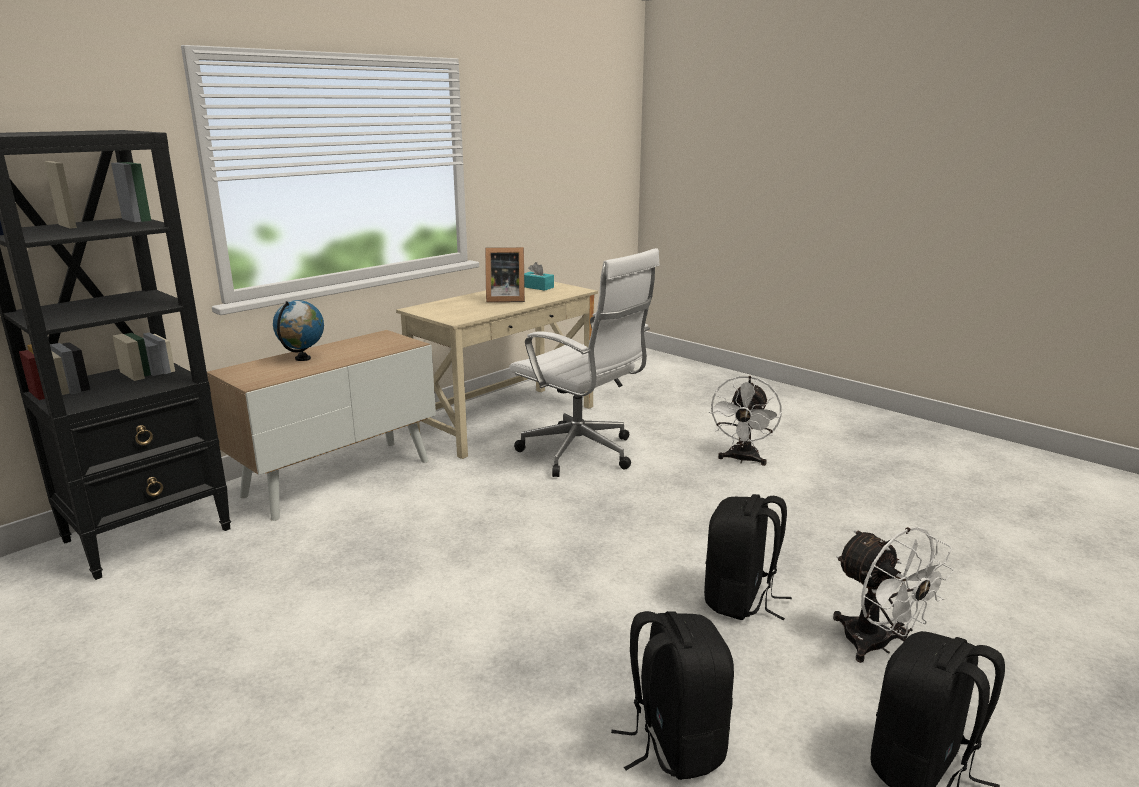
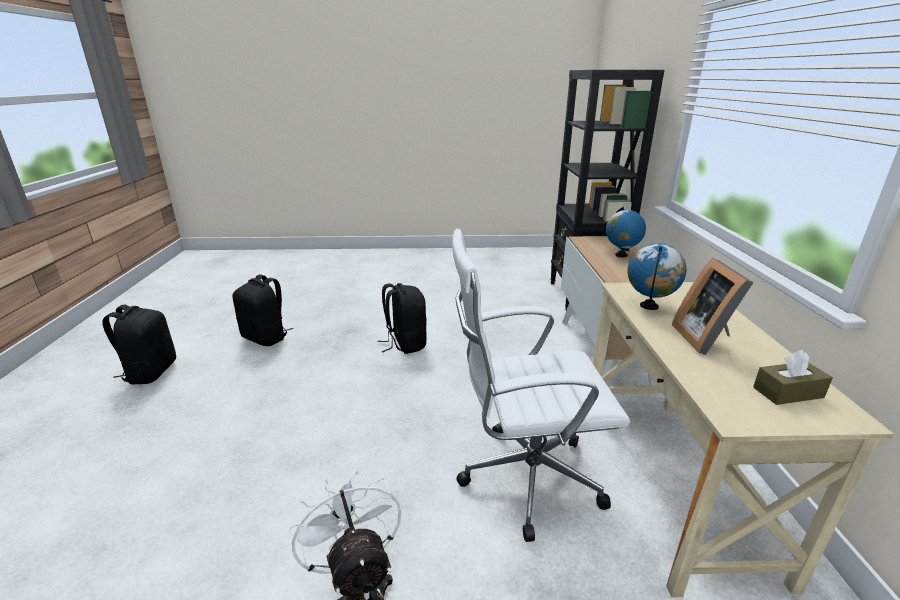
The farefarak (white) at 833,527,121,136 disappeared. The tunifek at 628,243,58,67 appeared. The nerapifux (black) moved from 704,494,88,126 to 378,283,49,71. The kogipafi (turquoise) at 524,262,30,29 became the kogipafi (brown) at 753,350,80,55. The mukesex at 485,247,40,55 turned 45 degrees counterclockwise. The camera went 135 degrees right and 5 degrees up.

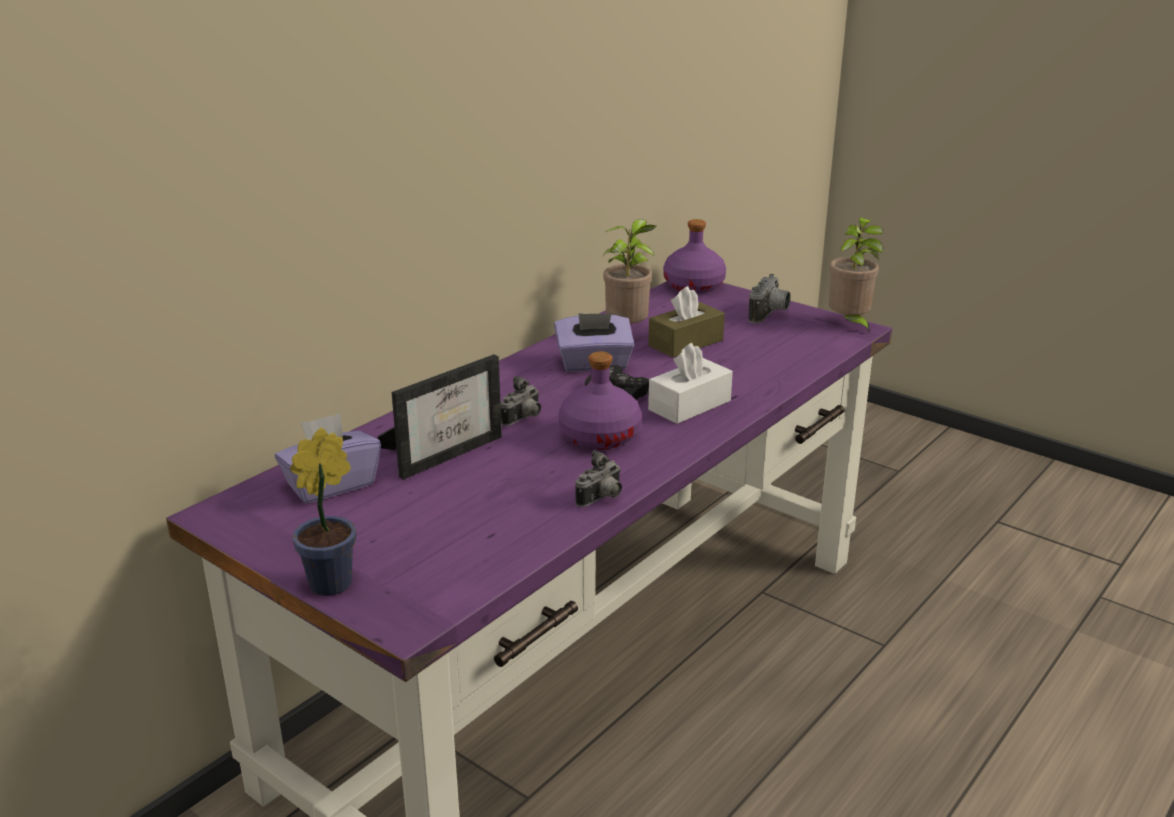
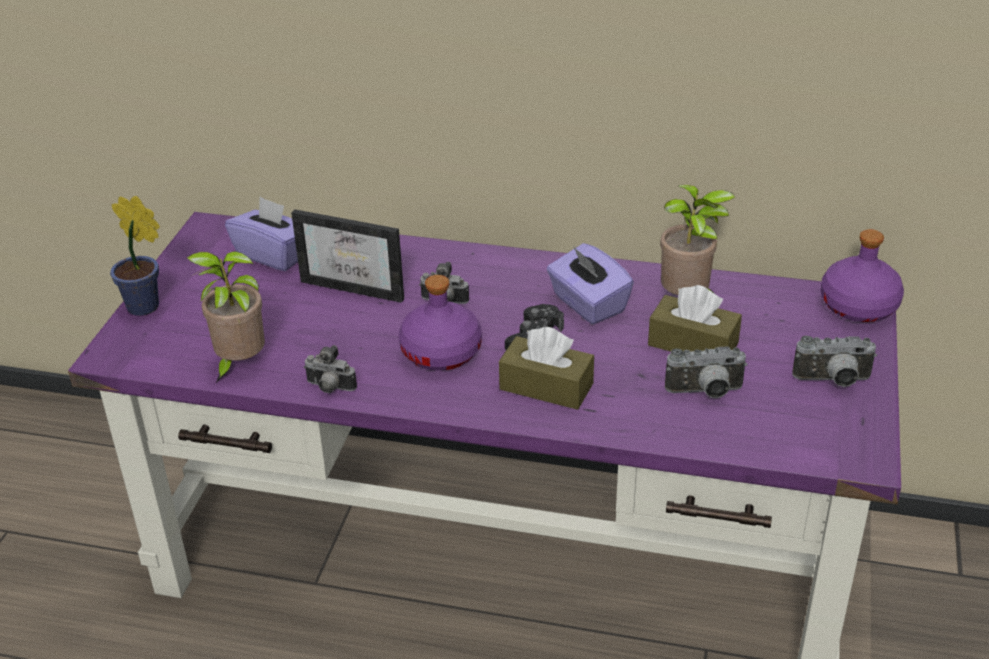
The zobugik at 665,346,82,52 appeared. The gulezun moved from 829,218,54,114 to 186,251,79,132. The kogipafi (white) at 648,343,85,81 became the kogipafi (brown) at 499,327,95,83. The camera went 65 degrees right and 10 degrees up.

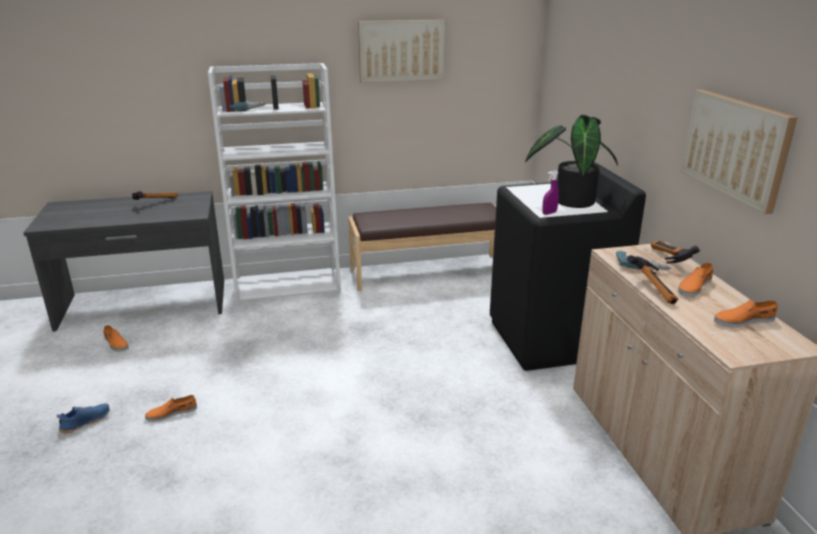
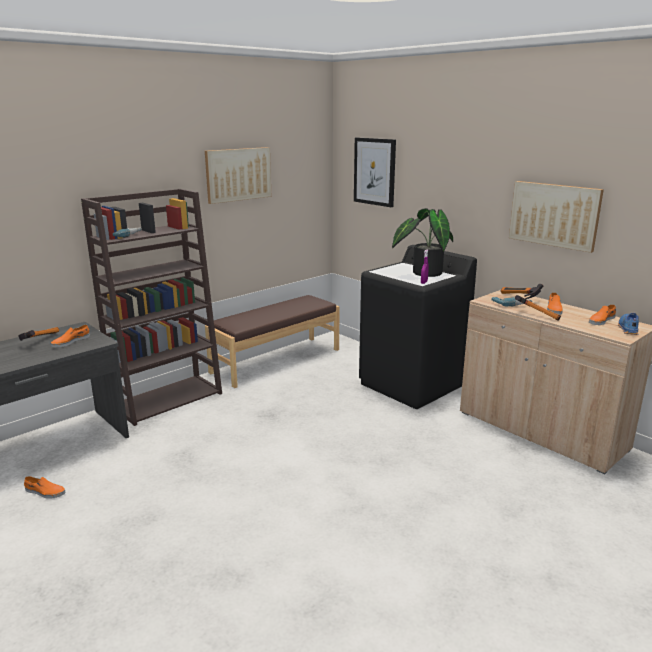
The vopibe at 354,138,42,69 appeared. The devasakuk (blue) moved from 57,404,53,29 to 618,312,21,23. The devasakuk (orange) moved from 145,395,52,27 to 51,325,39,22. The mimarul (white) at 208,63,133,241 became the mimarul (brown) at 81,189,141,237. The camera went 30 degrees left and 5 degrees down.

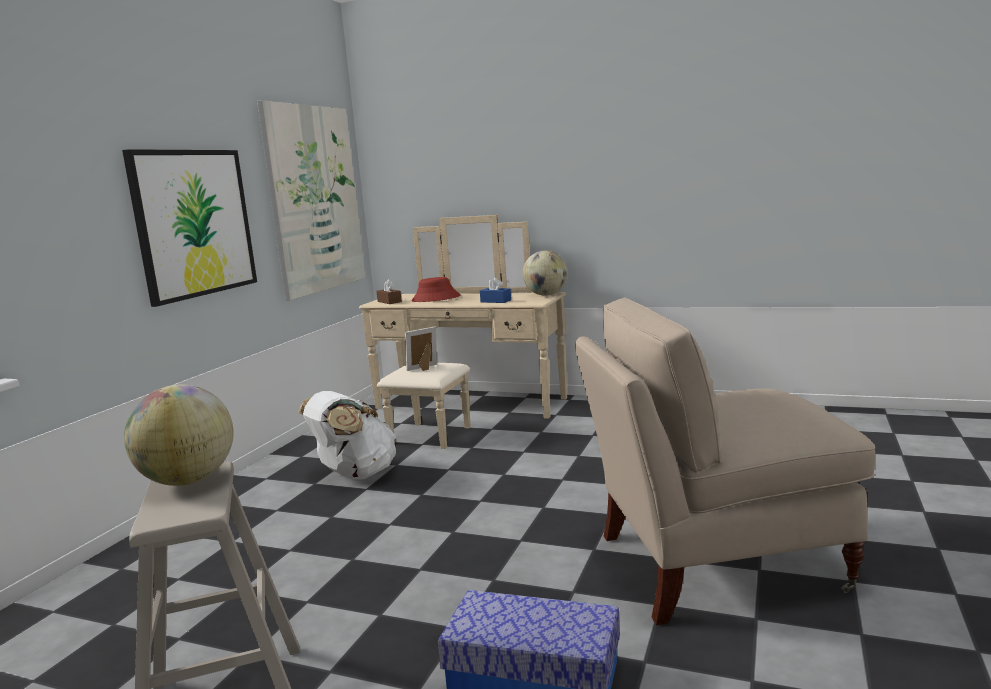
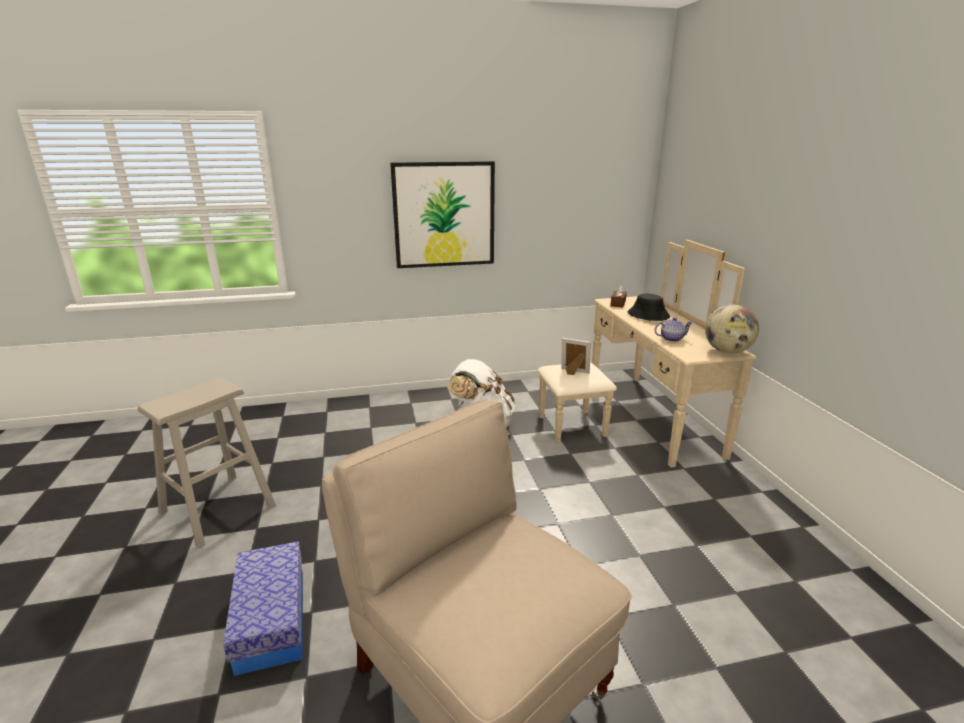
The tunifek at 124,385,110,101 disappeared. The vopibe at 257,100,109,200 disappeared. The kogipafi (blue) at 480,278,31,25 was replaced by the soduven at 655,317,38,25. The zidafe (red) at 411,277,50,25 became the zidafe (black) at 628,294,42,27. The camera went 55 degrees right and 10 degrees up.

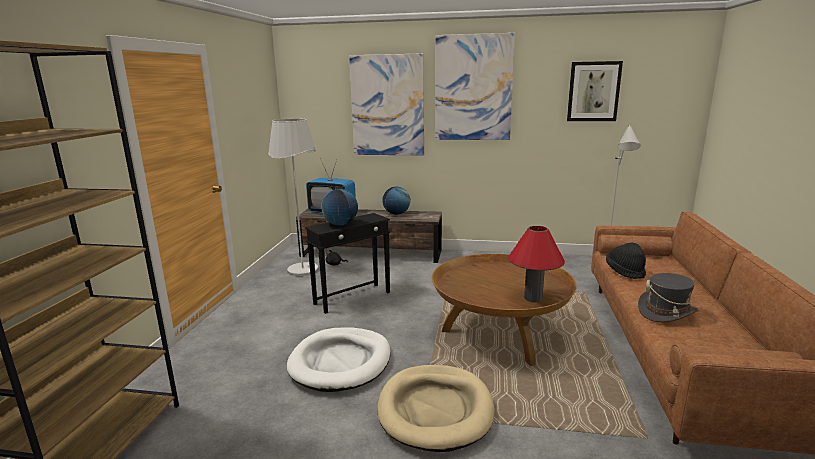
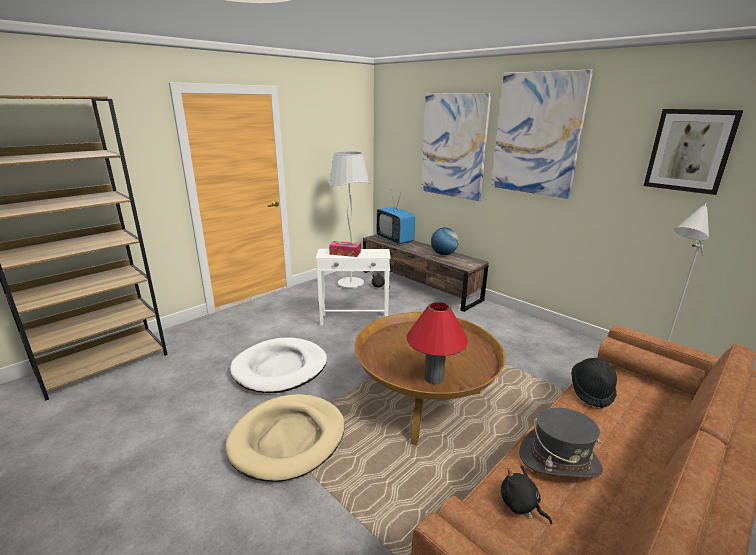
The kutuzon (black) at 501,466,51,58 appeared. The tunifek at 321,189,37,36 was replaced by the kogipafi at 329,241,32,16. The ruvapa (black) at 305,213,85,101 became the ruvapa (white) at 316,249,74,76. The camera went 35 degrees right and 5 degrees up.

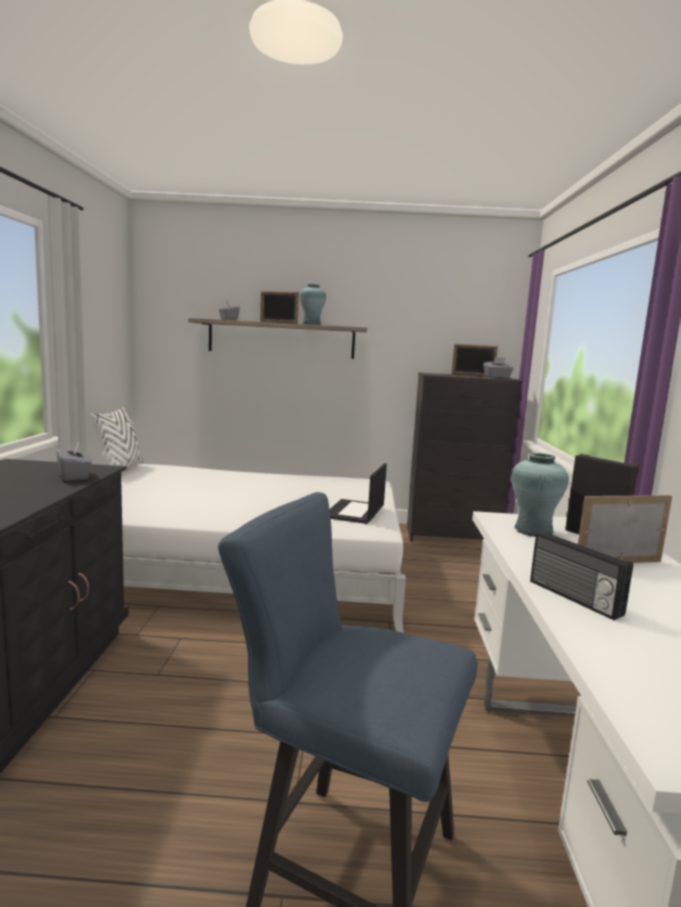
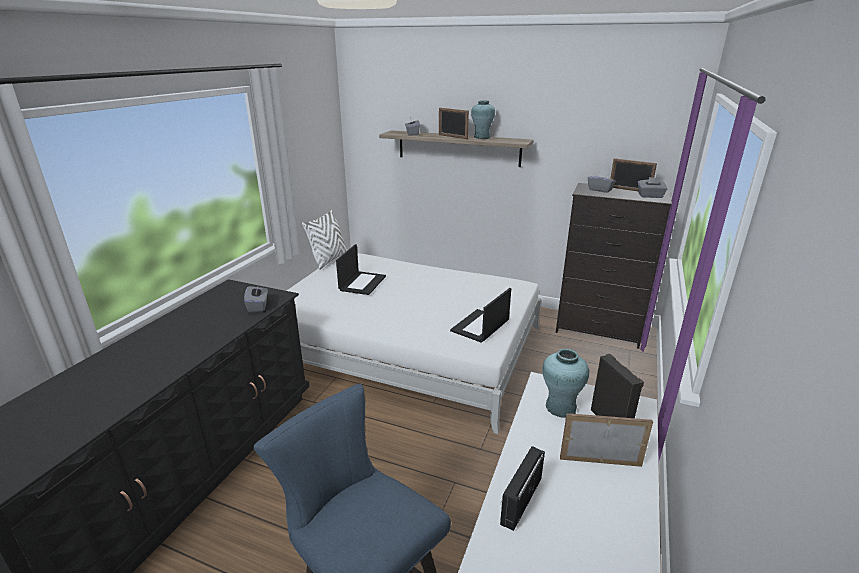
The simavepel at 336,244,50,51 appeared. The kogipafi (grey) at 588,170,28,23 appeared. The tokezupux at 530,532,103,88 turned 45 degrees clockwise. The camera went 20 degrees right and 15 degrees up.

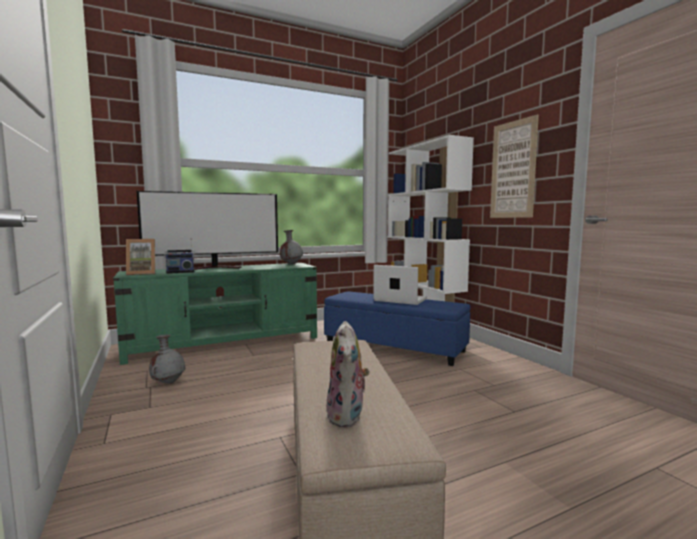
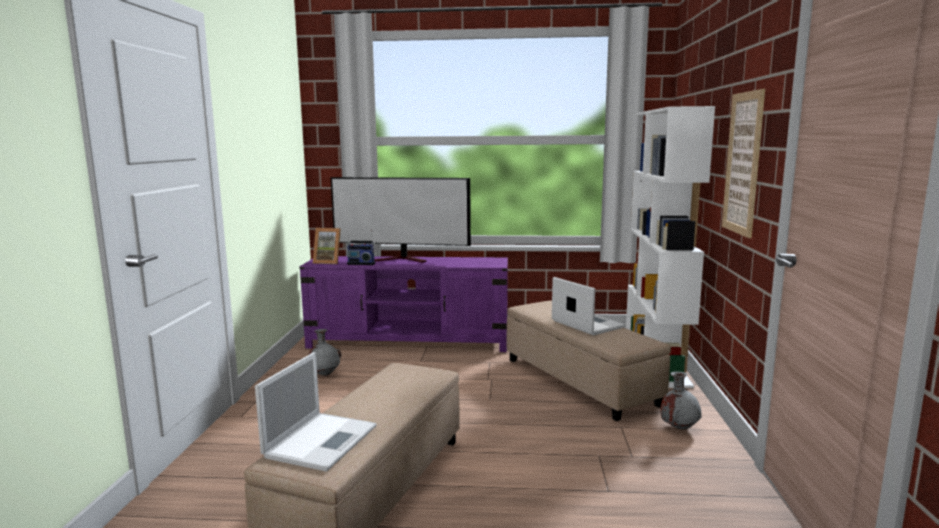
The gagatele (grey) moved from 280,230,23,34 to 660,372,42,58. The kutuzon at 326,321,44,106 was replaced by the simavepel at 255,352,122,120. The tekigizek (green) at 113,263,204,102 became the tekigizek (purple) at 299,256,209,96. The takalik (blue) at 324,291,146,75 became the takalik (beige) at 507,301,164,120. The camera went 30 degrees right and 5 degrees up.

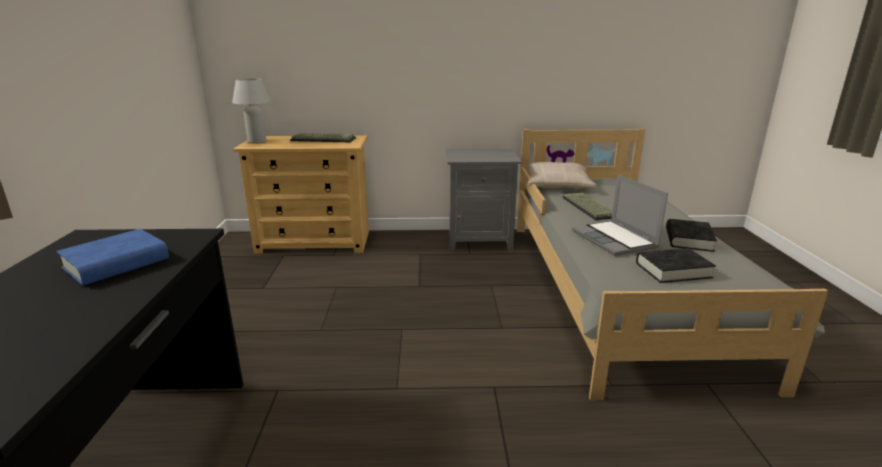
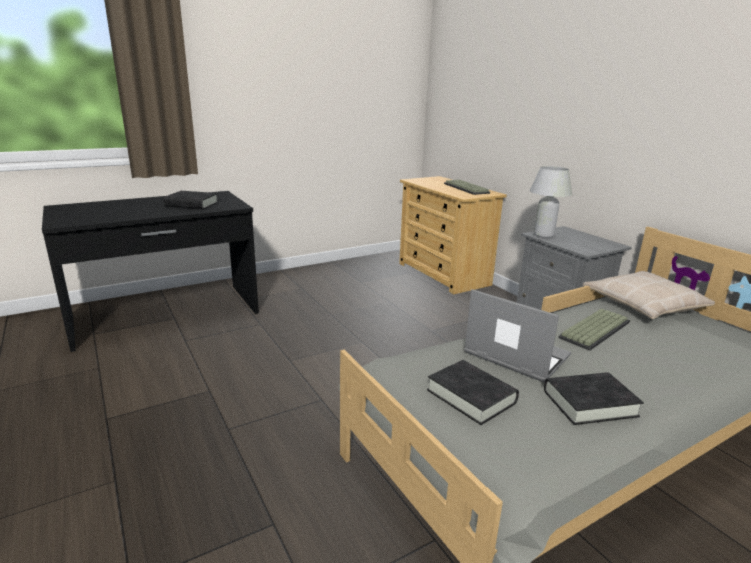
The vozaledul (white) moved from 232,78,39,66 to 530,166,42,72. The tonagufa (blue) at 57,229,112,57 became the tonagufa (black) at 164,191,54,18. The simavepel at 572,175,96,81 turned 90 degrees clockwise. The camera went 60 degrees right and 0 degrees up.

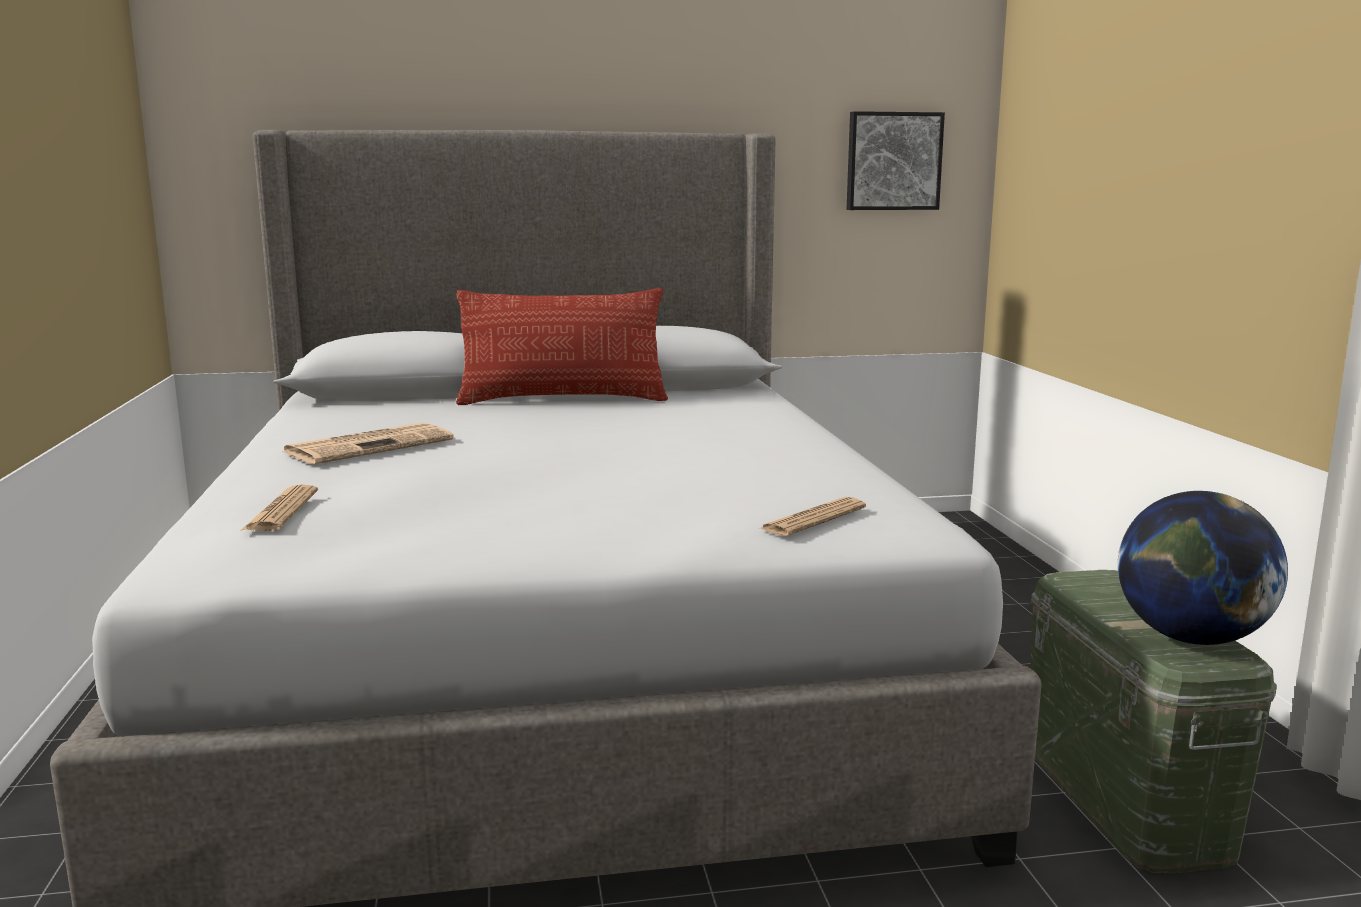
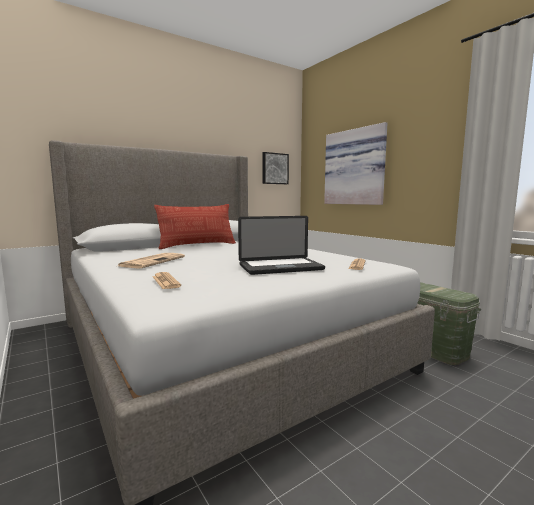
The tunifek at 1118,491,170,154 disappeared. The simavepel at 238,216,87,59 appeared. The vopibe at 324,122,63,83 appeared. The camera went 25 degrees left and 5 degrees down.

